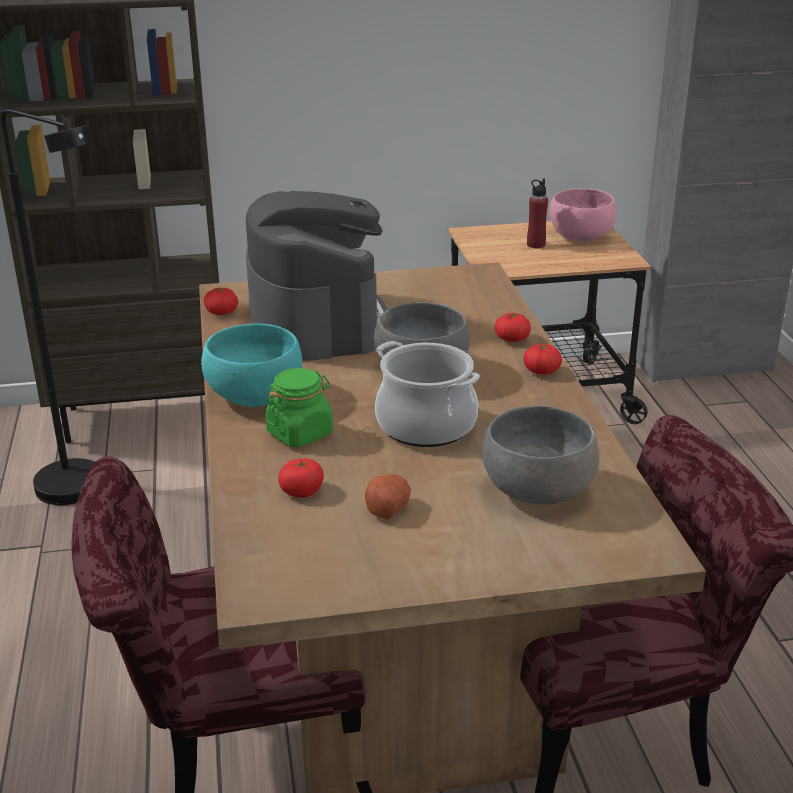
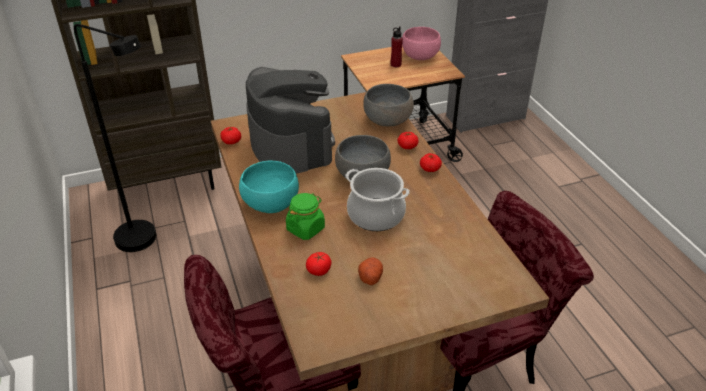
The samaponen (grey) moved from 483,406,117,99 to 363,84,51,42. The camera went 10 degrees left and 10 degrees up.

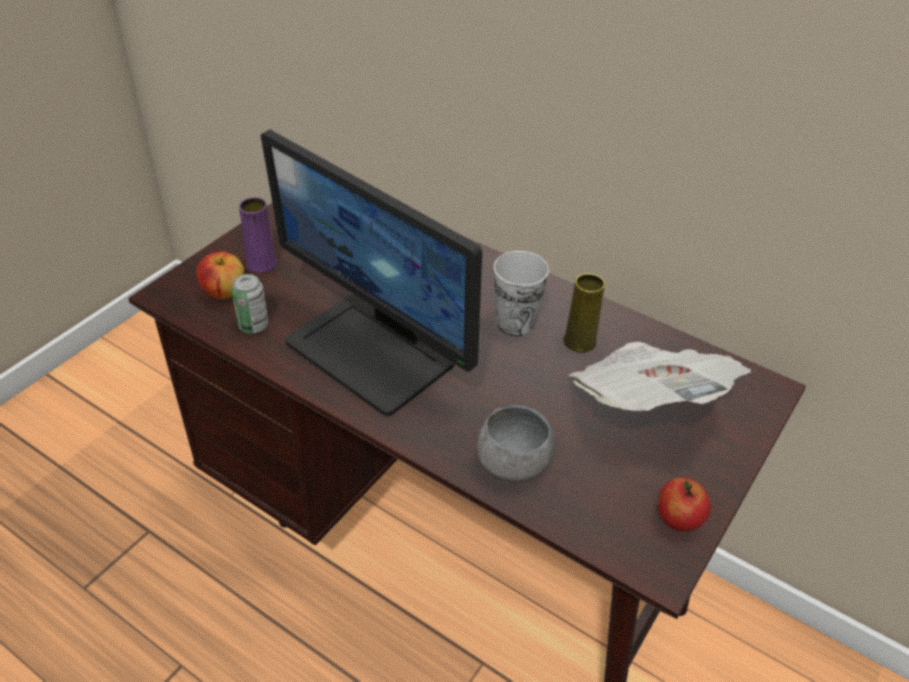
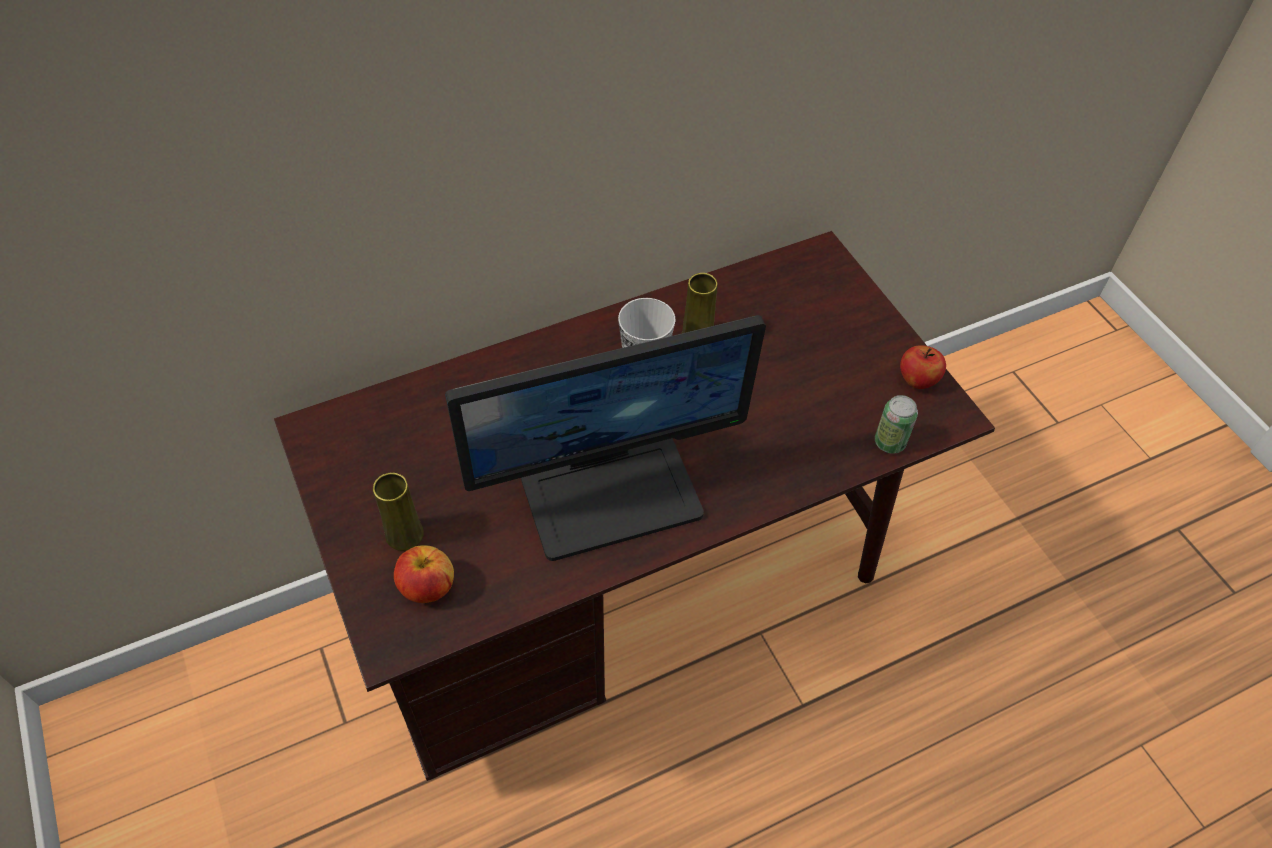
The samaponen (grey) at 477,405,78,76 disappeared. The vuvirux at 569,342,182,69 disappeared. The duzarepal moved from 231,274,37,60 to 875,395,43,59. The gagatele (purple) at 239,197,38,76 became the gagatele (yellow) at 373,473,51,78. The camera went 60 degrees left and 10 degrees up.

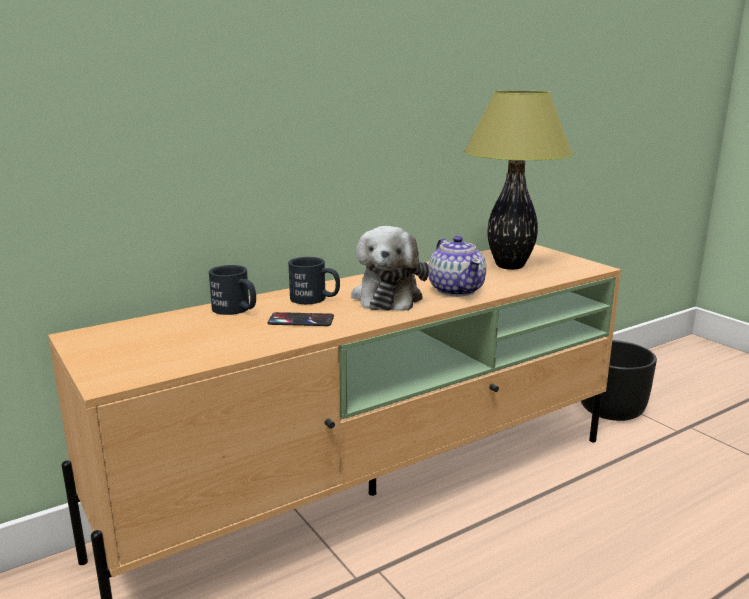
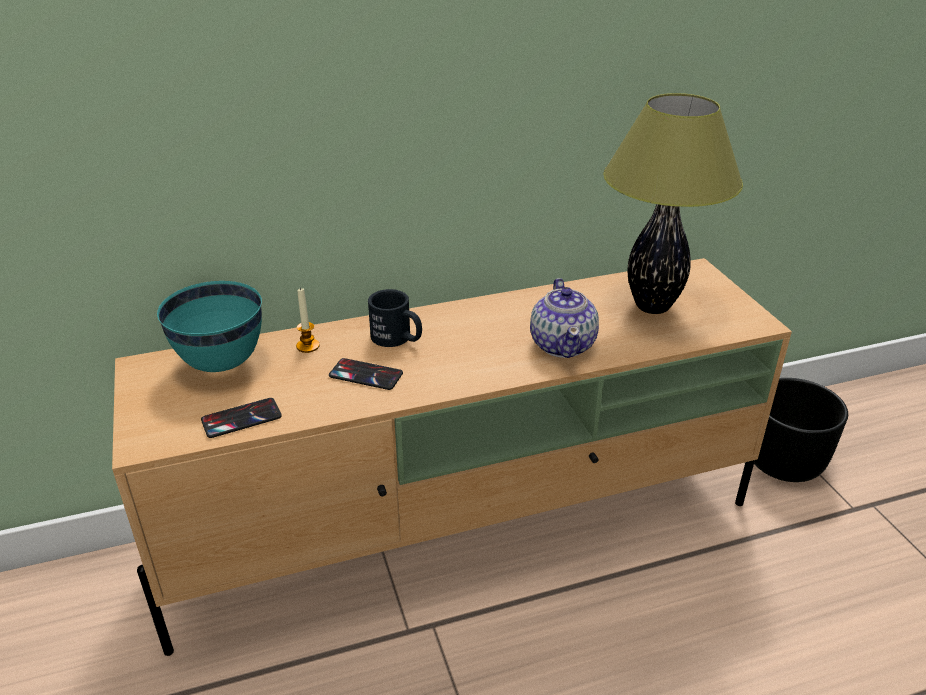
The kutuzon at 351,226,78,85 disappeared. The samaponen (turquoise) at 157,281,105,91 appeared. The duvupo at 201,398,81,40 appeared. The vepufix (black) at 209,265,47,50 was replaced by the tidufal at 296,287,24,66. The camera went 15 degrees right and 15 degrees up.

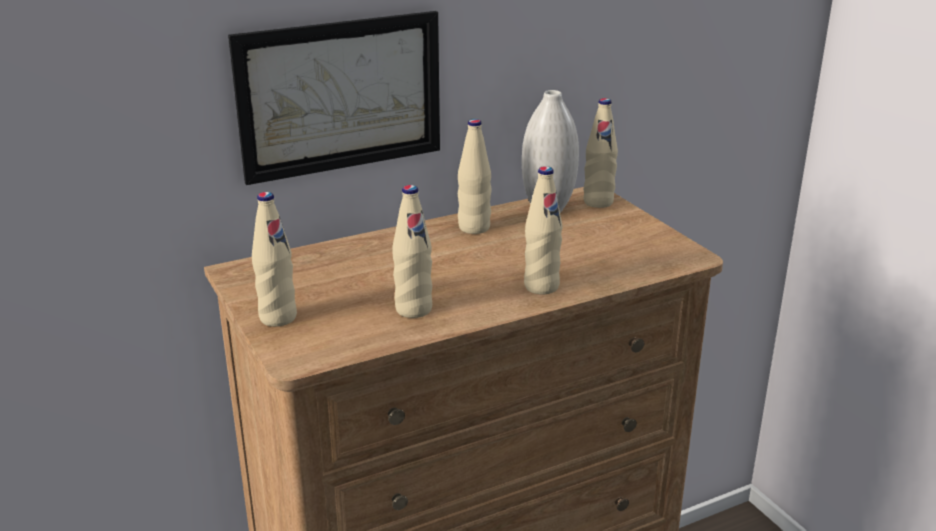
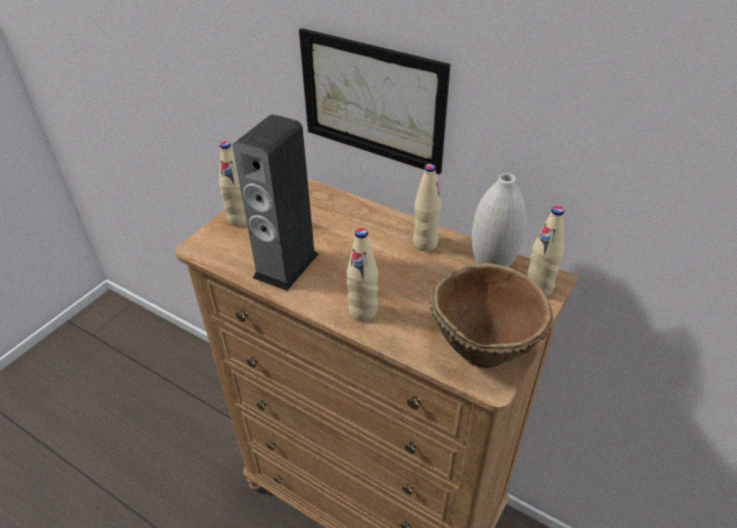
The samaponen (brown) at 430,263,123,105 appeared. The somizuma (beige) at 392,185,40,133 was replaced by the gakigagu at 233,114,86,177. The camera went 60 degrees right and 15 degrees up.

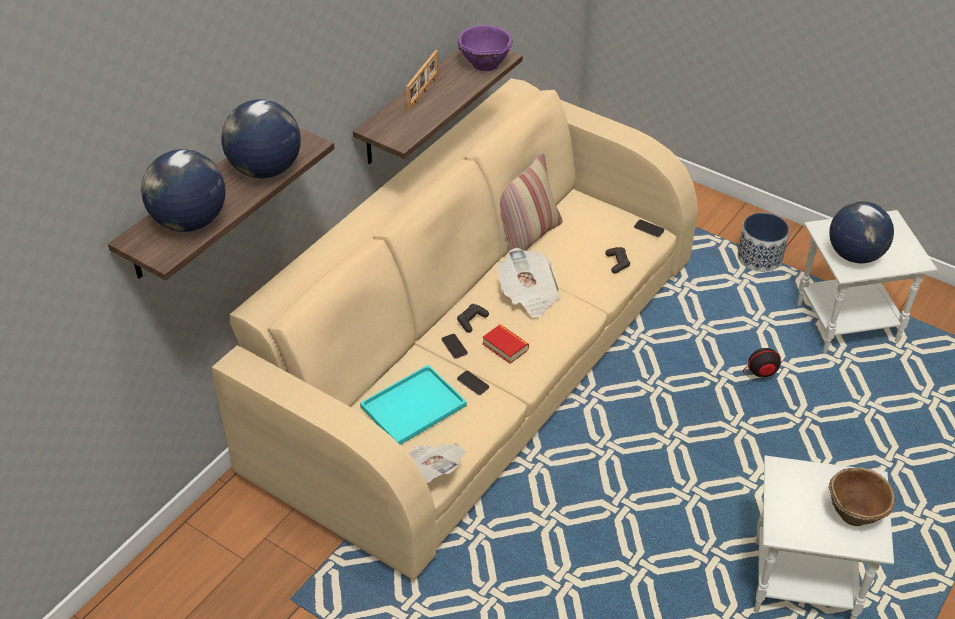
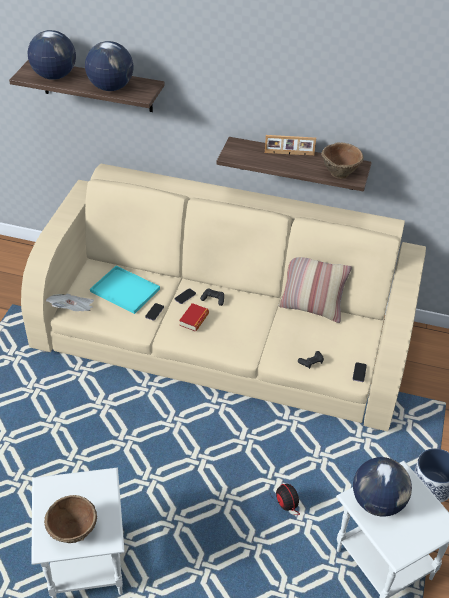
The vuvirux at 498,248,63,70 disappeared. The samaponen (purple) at 458,25,55,46 became the samaponen (brown) at 321,143,43,36. The camera went 70 degrees right and 0 degrees up.

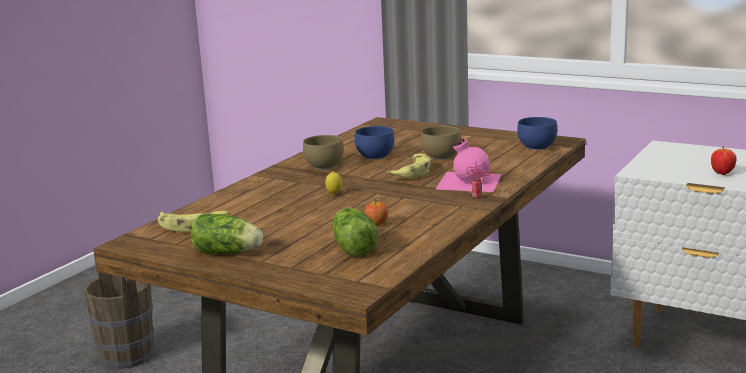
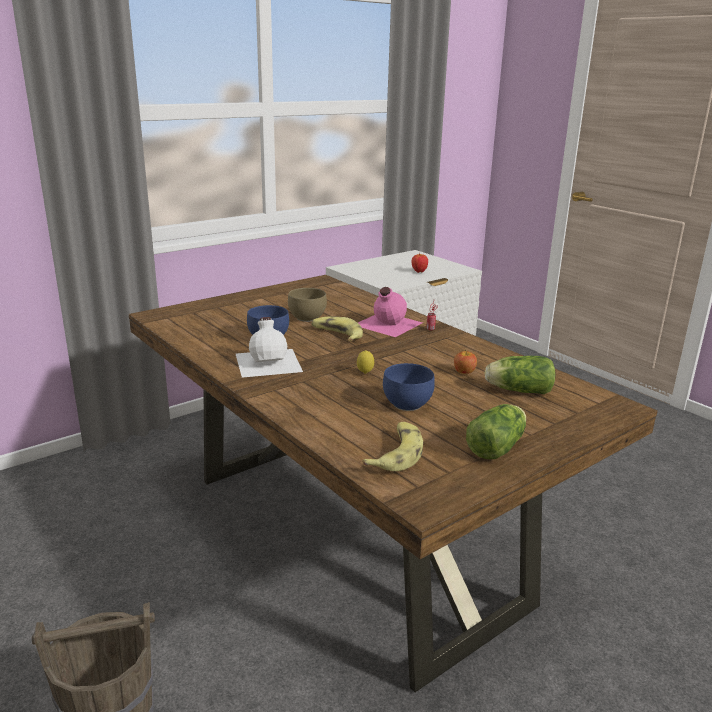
The samaponen (blue) moved from 517,117,40,33 to 383,363,52,48. The samaponen (brown) at 303,135,41,35 was replaced by the somizuma (white) at 236,317,67,61. The camera went 70 degrees left and 5 degrees up.

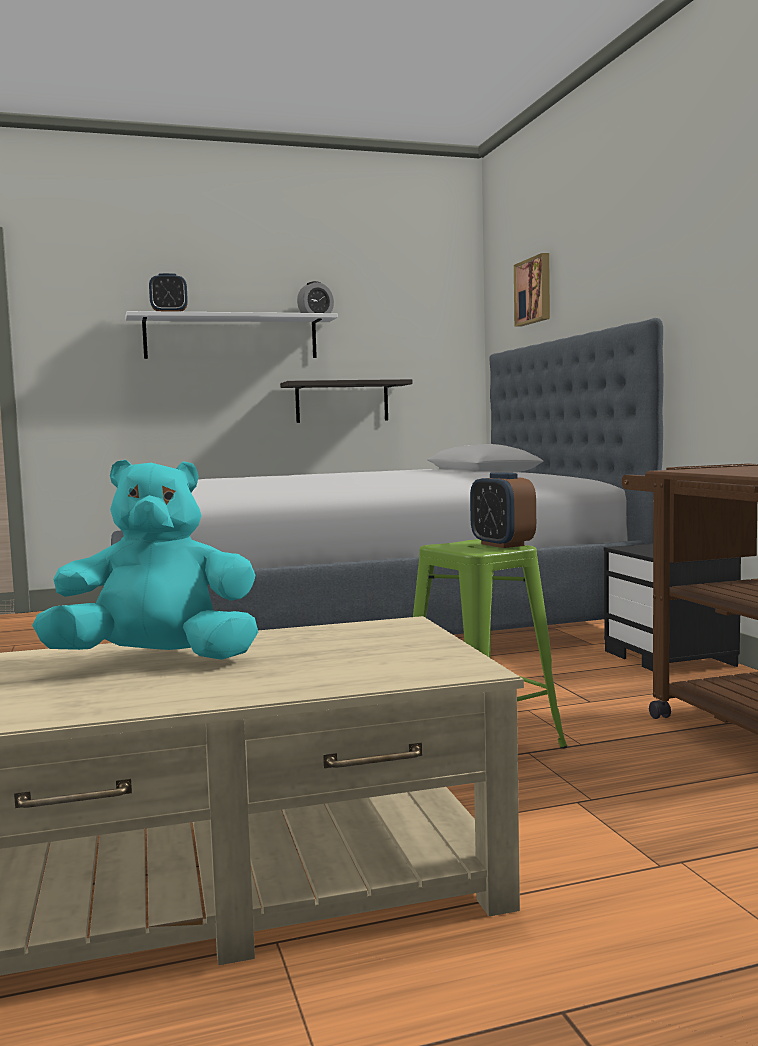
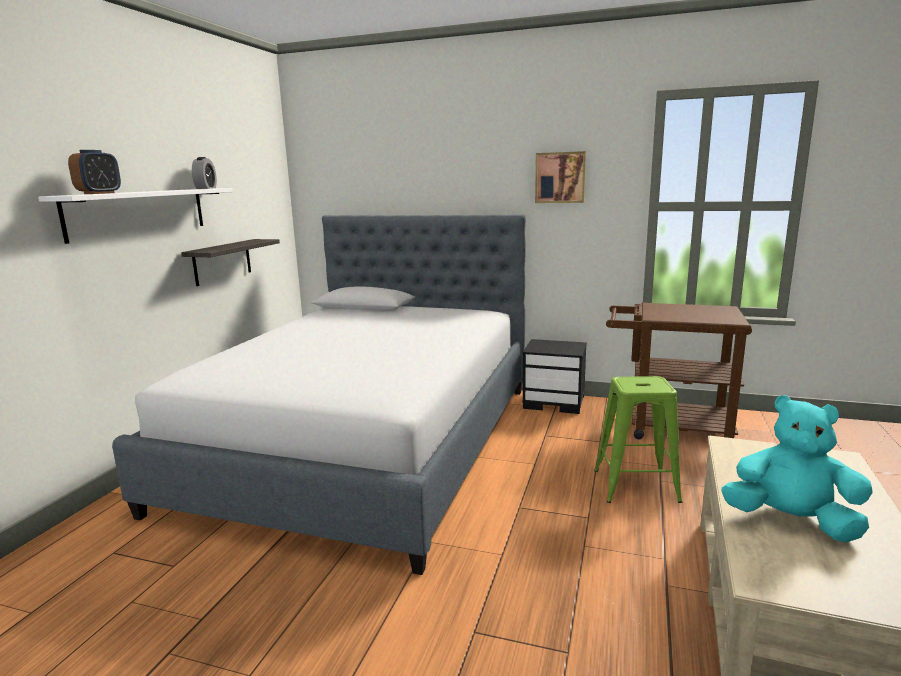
The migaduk at 470,472,66,76 disappeared. The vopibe moved from 514,253,36,74 to 535,151,51,52. The kutuzon (turquoise) at 32,459,226,201 turned 90 degrees clockwise. The camera went 55 degrees left and 10 degrees up.

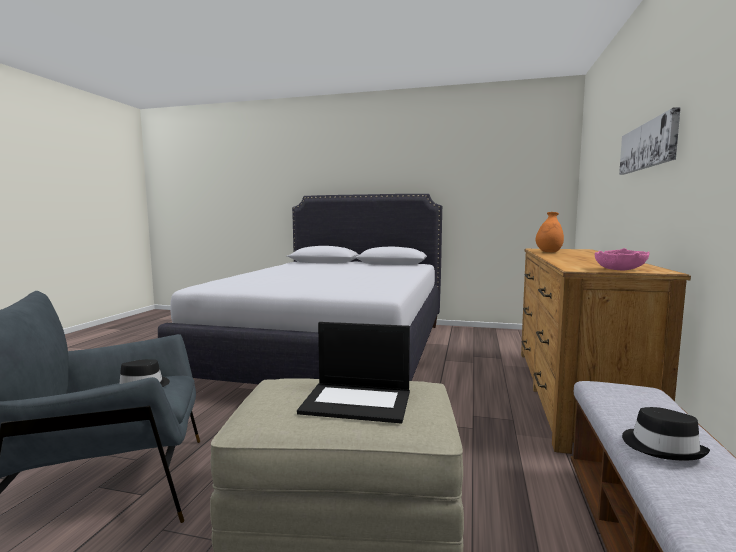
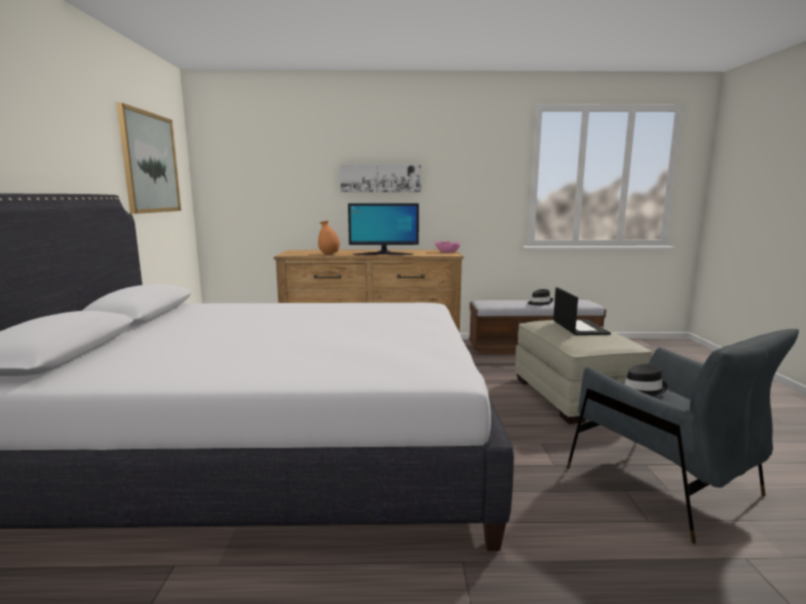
The vopibe at 117,103,64,111 appeared. The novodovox at 348,203,71,52 appeared. The camera went 105 degrees left and 5 degrees up.

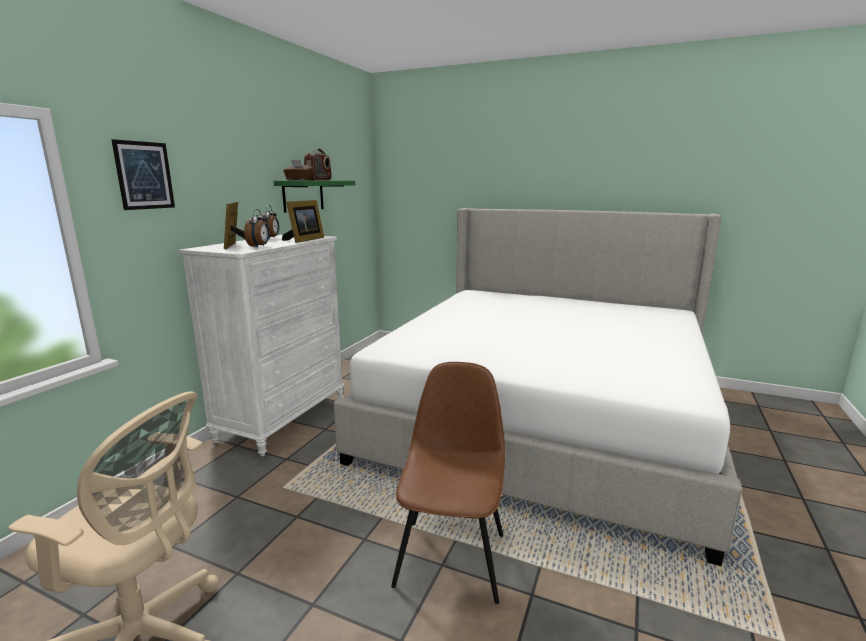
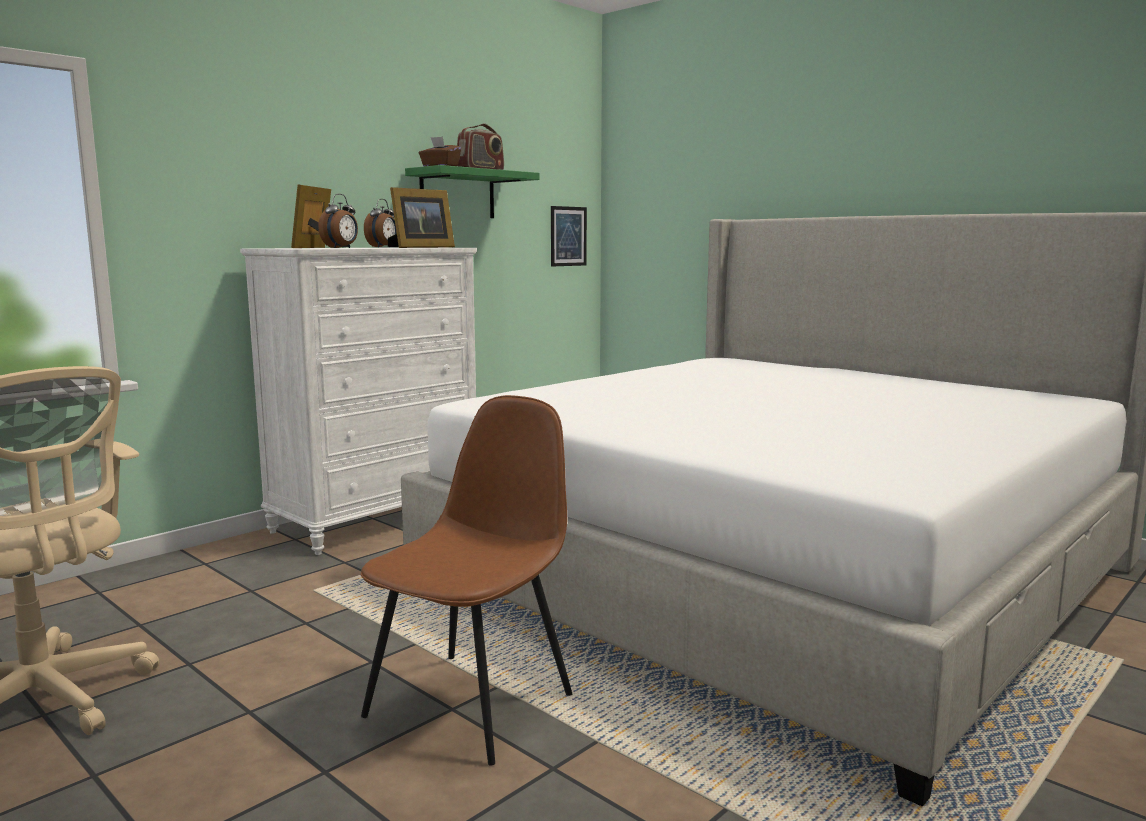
The vopibe moved from 111,139,64,71 to 551,206,36,60. The camera went 20 degrees right and 5 degrees down.

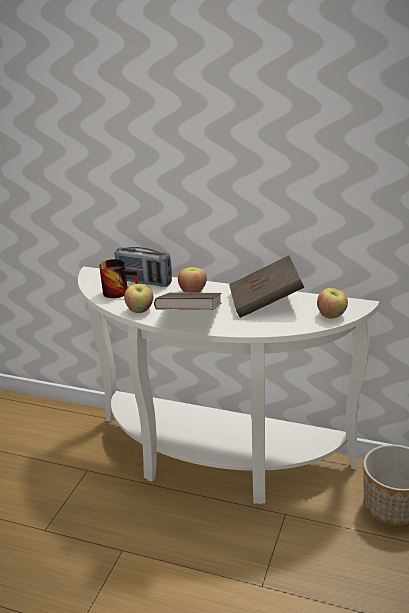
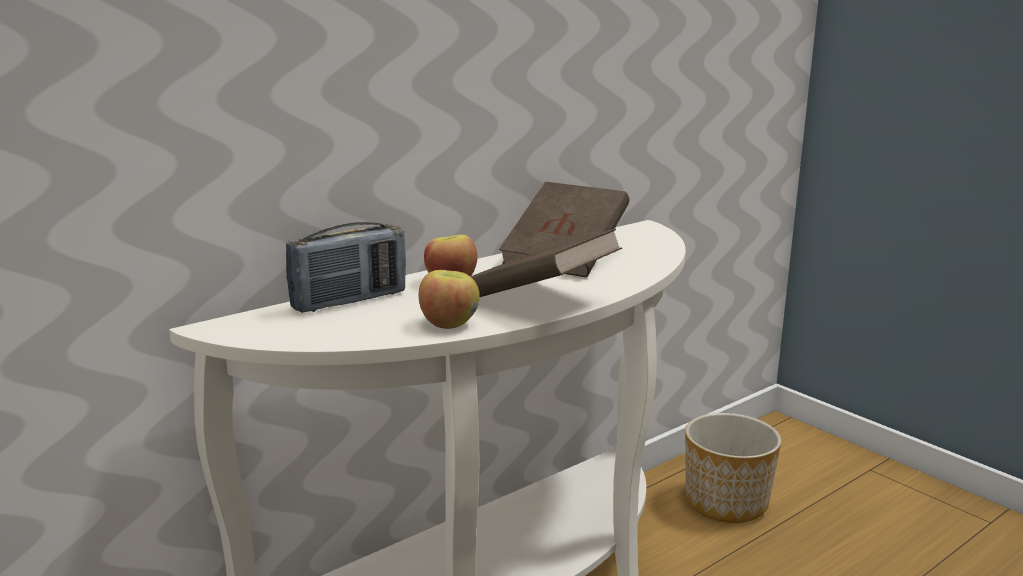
The vepufix at 99,259,40,39 disappeared. The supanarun at 317,288,31,30 disappeared. The camera went 60 degrees left and 10 degrees down.

